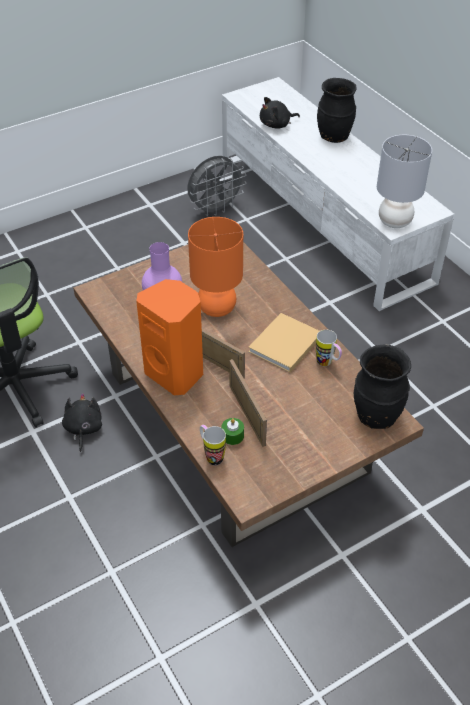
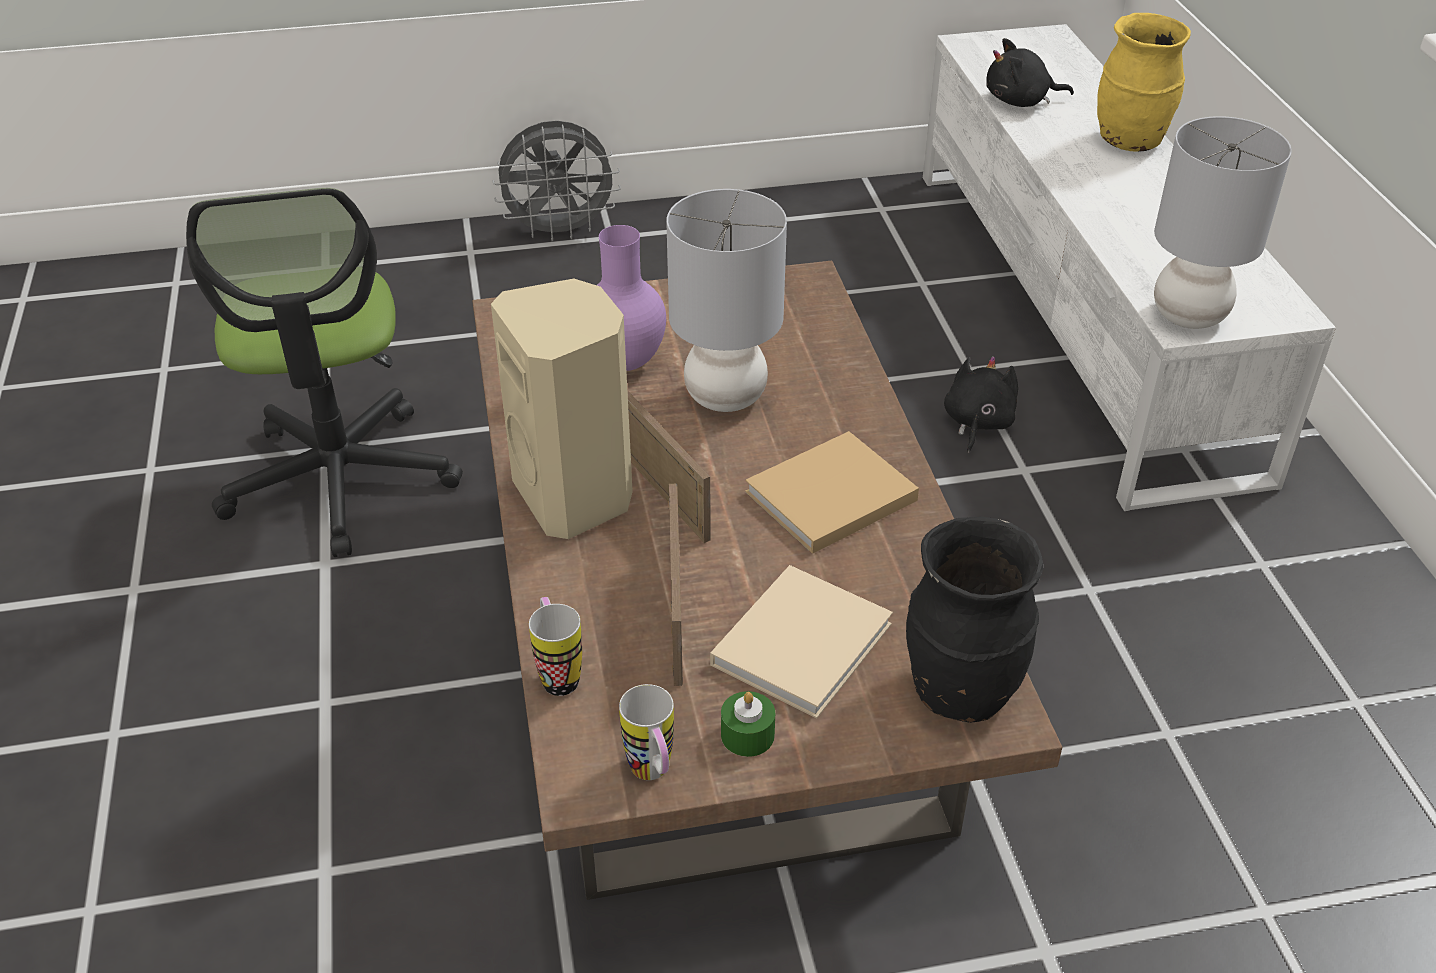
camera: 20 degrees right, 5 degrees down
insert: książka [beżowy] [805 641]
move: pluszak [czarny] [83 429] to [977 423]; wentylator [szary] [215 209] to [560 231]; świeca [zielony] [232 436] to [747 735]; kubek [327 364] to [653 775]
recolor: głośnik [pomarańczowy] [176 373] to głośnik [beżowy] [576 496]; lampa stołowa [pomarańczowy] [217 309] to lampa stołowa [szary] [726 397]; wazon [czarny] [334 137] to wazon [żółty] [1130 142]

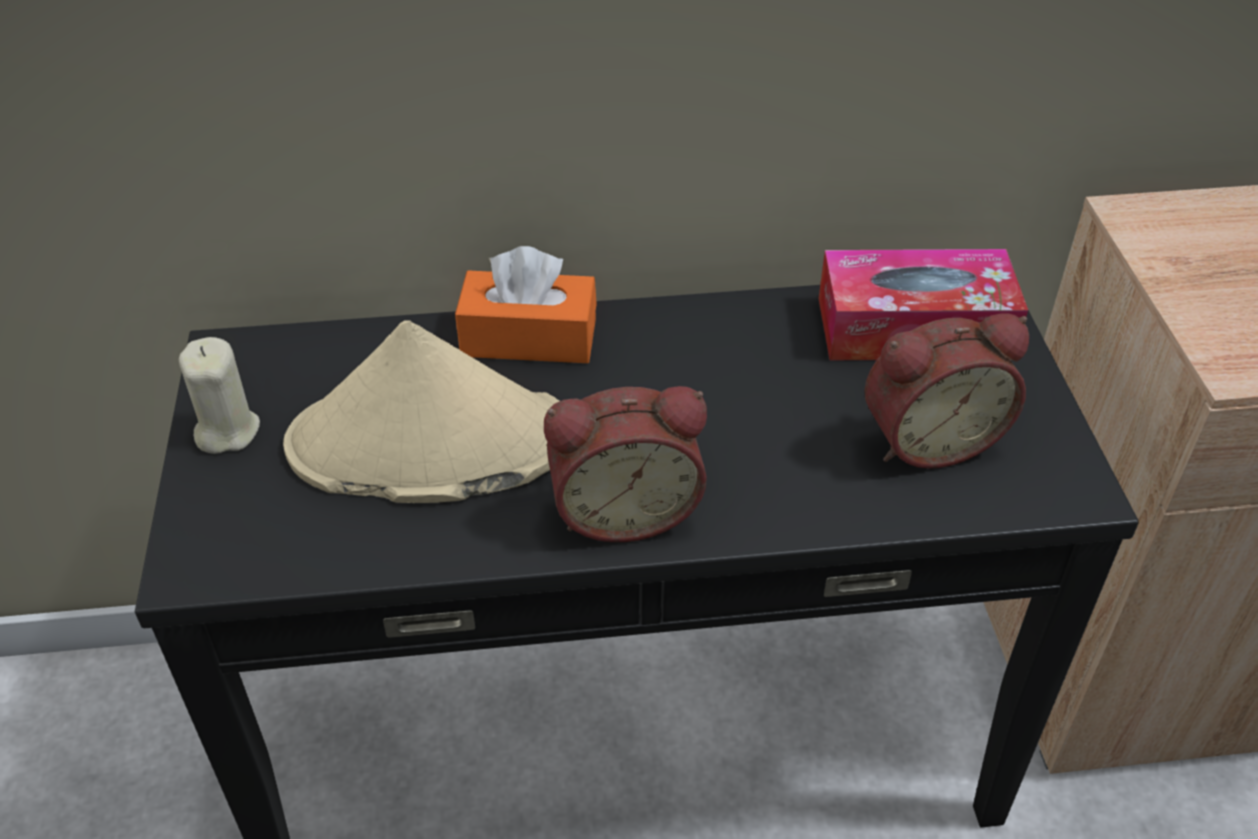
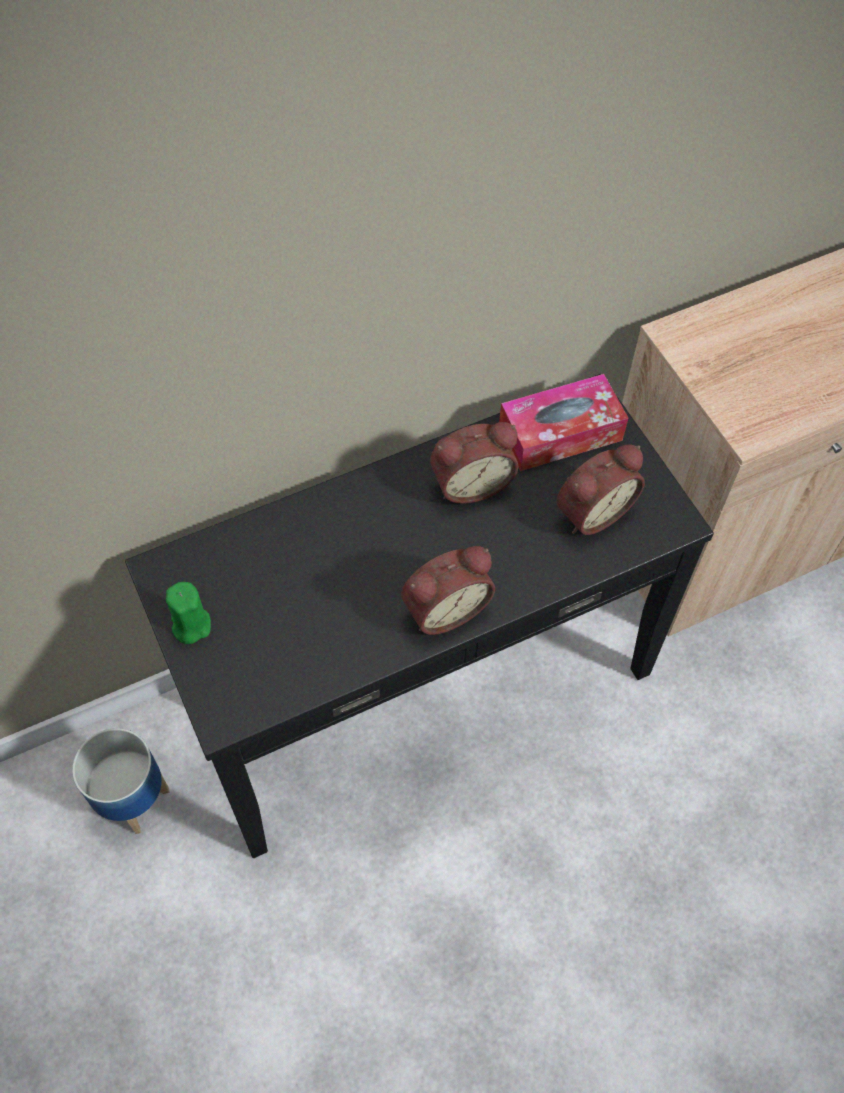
camera: 20 degrees left, 15 degrees up
delete: kapelusz [beżowy] [430 443]; pudełko chusteczek [pomarańczowy] [529 338]
insert: donica [132 798]; budzik [470 482]
recolor: świeca [beżowy] [227 431] to świeca [zielony] [191 625]

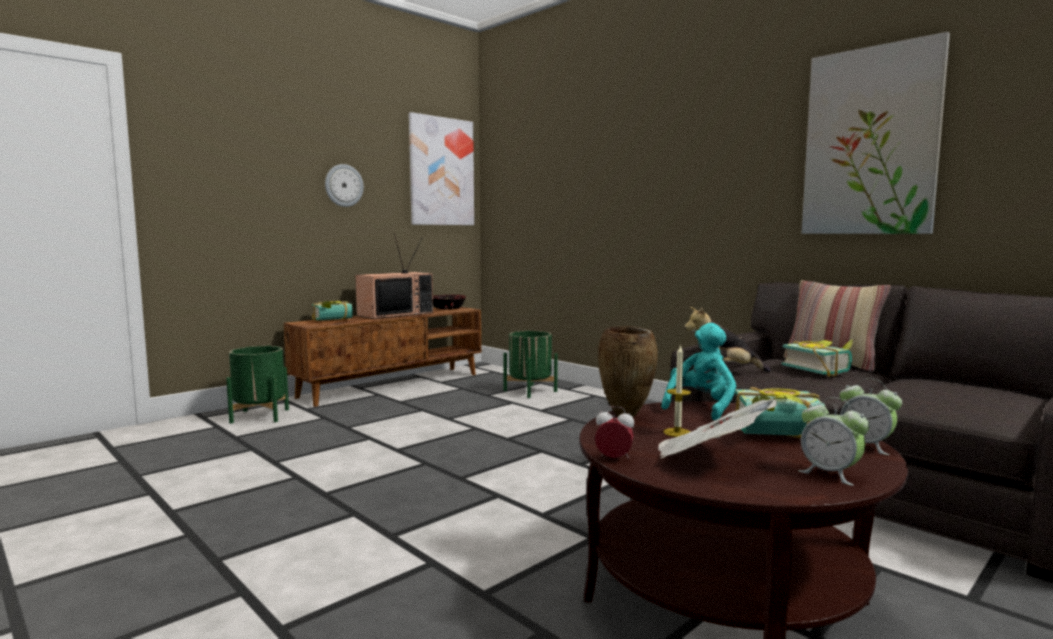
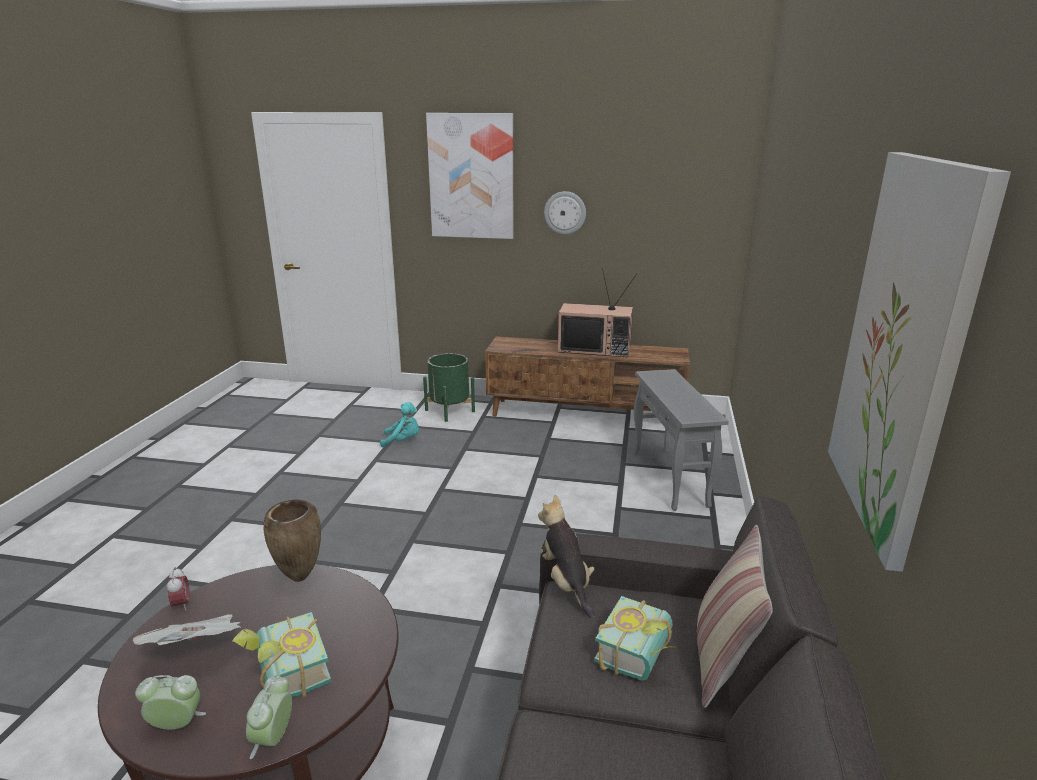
camera: 55 degrees right, 15 degrees up
delete: książka [333 320]; miska [448 308]; świeca [677 432]
move: obraz [441 171] to [471 177]; pluszak [turkusowy] [701 407] to [403 441]
replace: donica [zielony] [530 391] to stolik [szary] [669 478]
rotate: budzik [830 474] = [177 725] 75 degrees clockwise

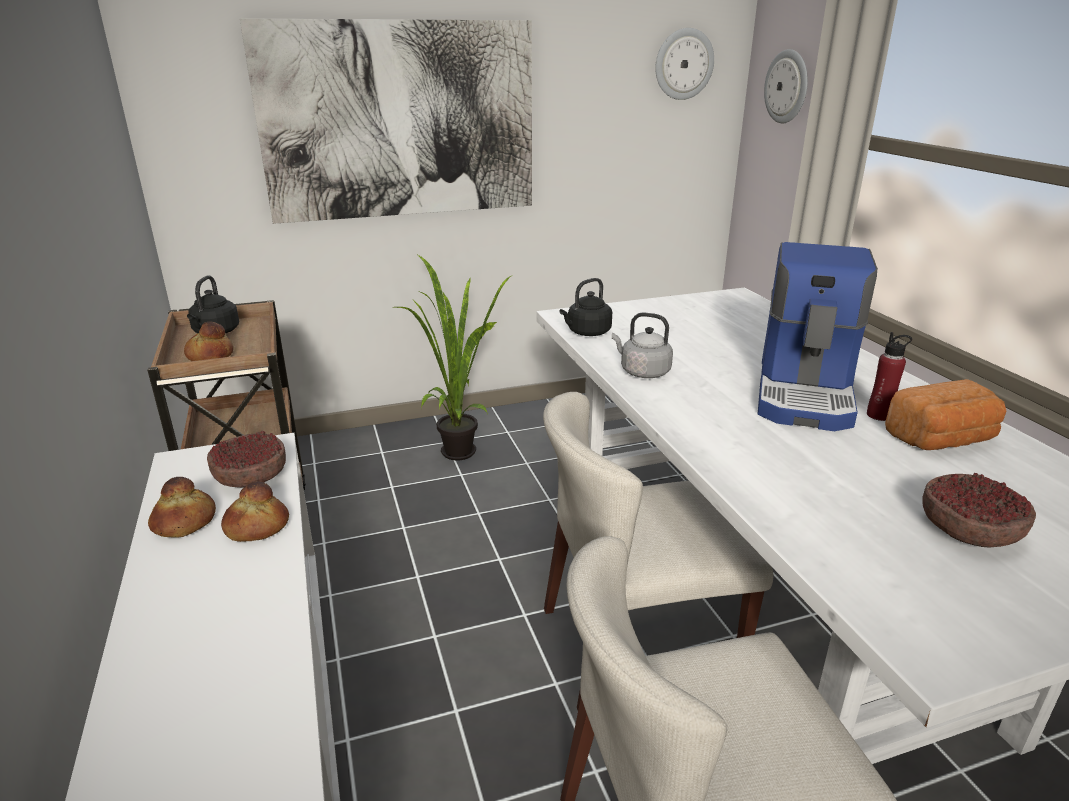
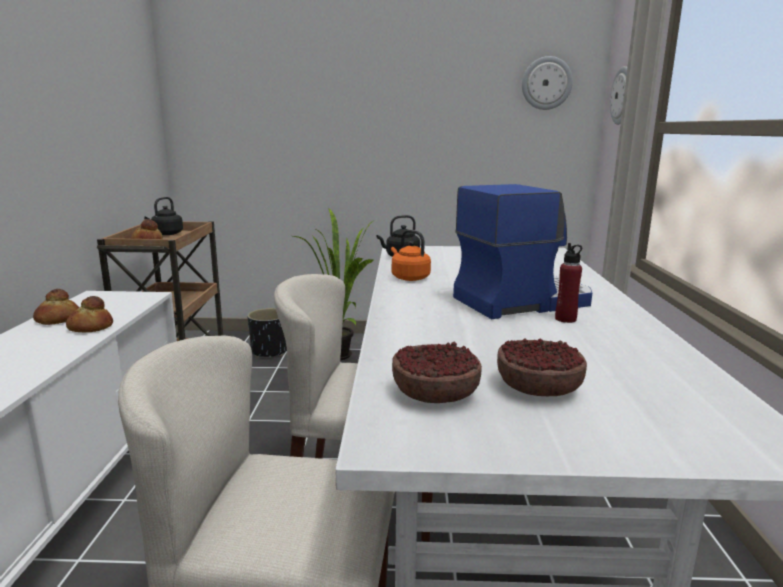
camera: 20 degrees right, 10 degrees down
delete: obraz [400 121]; chleb [942 440]
insert: donica [czarny] [270 351]
move: miska [251 476] to [436 393]
recolor: czajnik [szary] [642 372] to czajnik [pomarańczowy] [409 278]
rotate: ekspres do kawy [806 393] = [521 301] 150 degrees counterclockwise

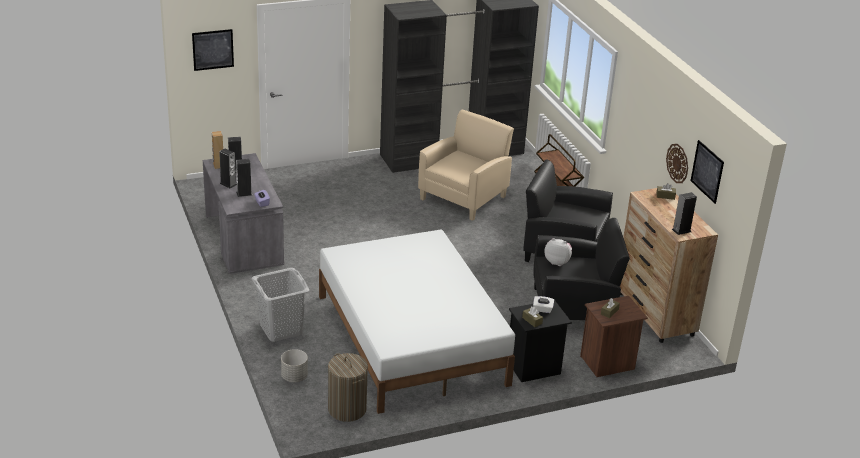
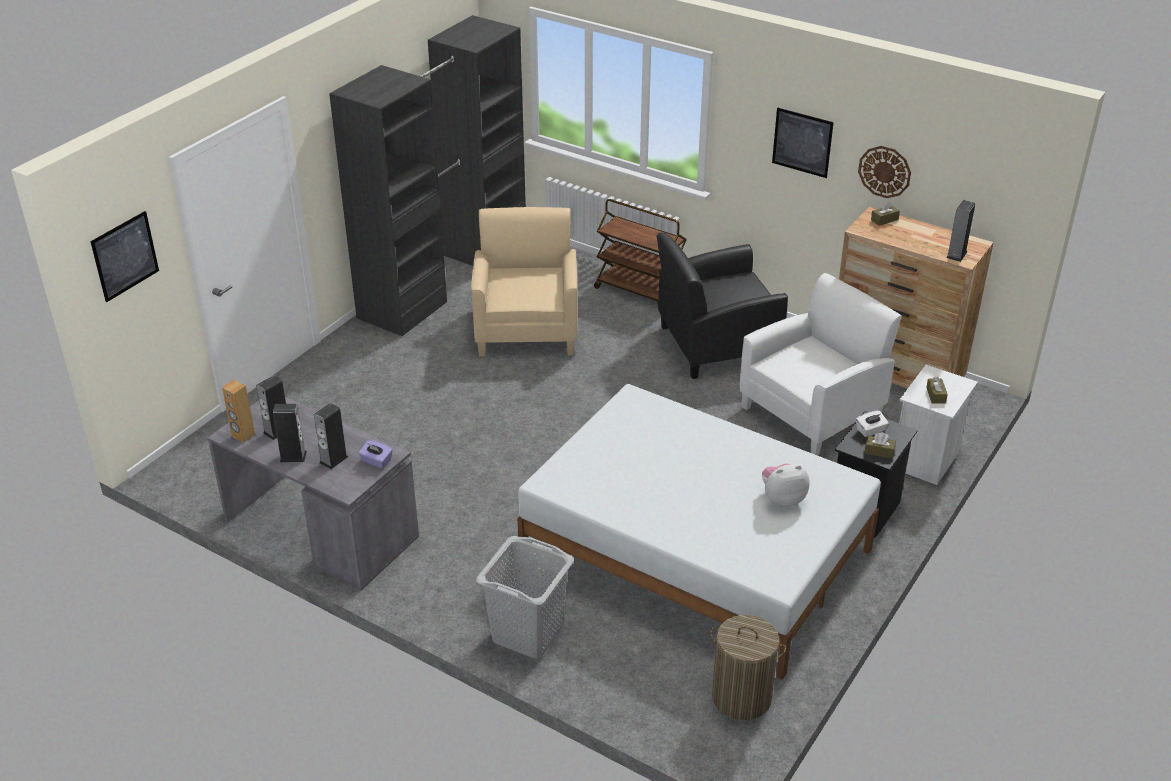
camera: 35 degrees left, 5 degrees up
delete: donica [szary] [294 377]
move: pluszak [557 262] to [782 499]; obraz [707 171] to [802 142]
recolor: fotel [czarny] [573 308] to fotel [biały] [812 412]; szafka nocna [brązowy] [608 363] to szafka nocna [biały] [926 461]

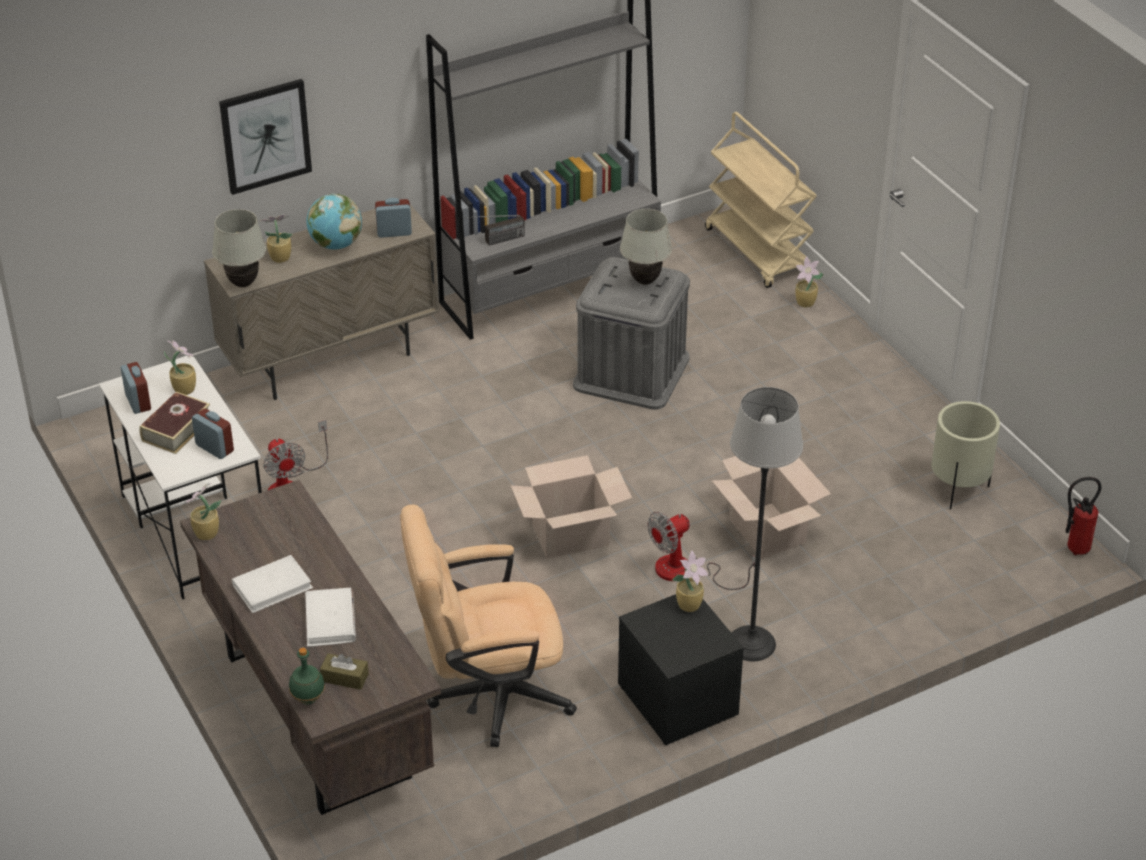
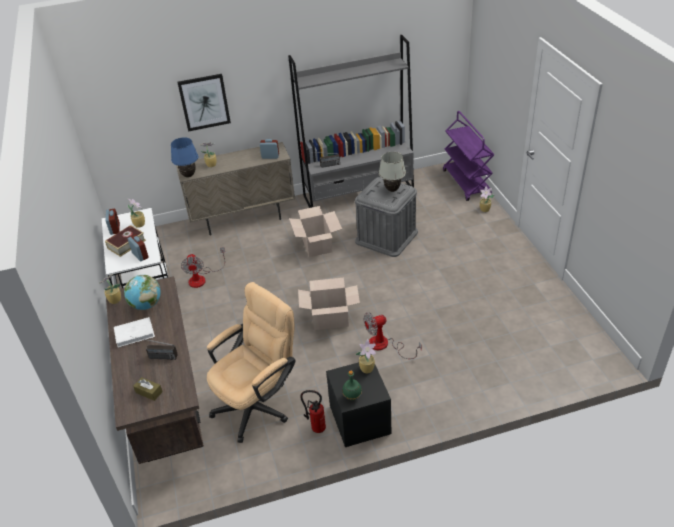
camera: 15 degrees right, 0 degrees up
delete: lampa stojąca [751 643]; donica [beżowy] [958 489]
move: butelka [zielony] [308 698] to [352 397]; globus [335 244] to [146 305]; karton [766 531] to [316 245]; gaśnica [1073 549] to [316 428]
replace: książka [biały] [330 620] to radio [156 357]
recolor: lampa stołowa [biały] [243 283] to lampa stołowa [niebieski] [188 175]; wózek [beżowy] [758 252] to wózek [fioletowy] [466 183]
rotate: krzesło biurowe [beżowy] [487 695] = [258 403] 135 degrees clockwise

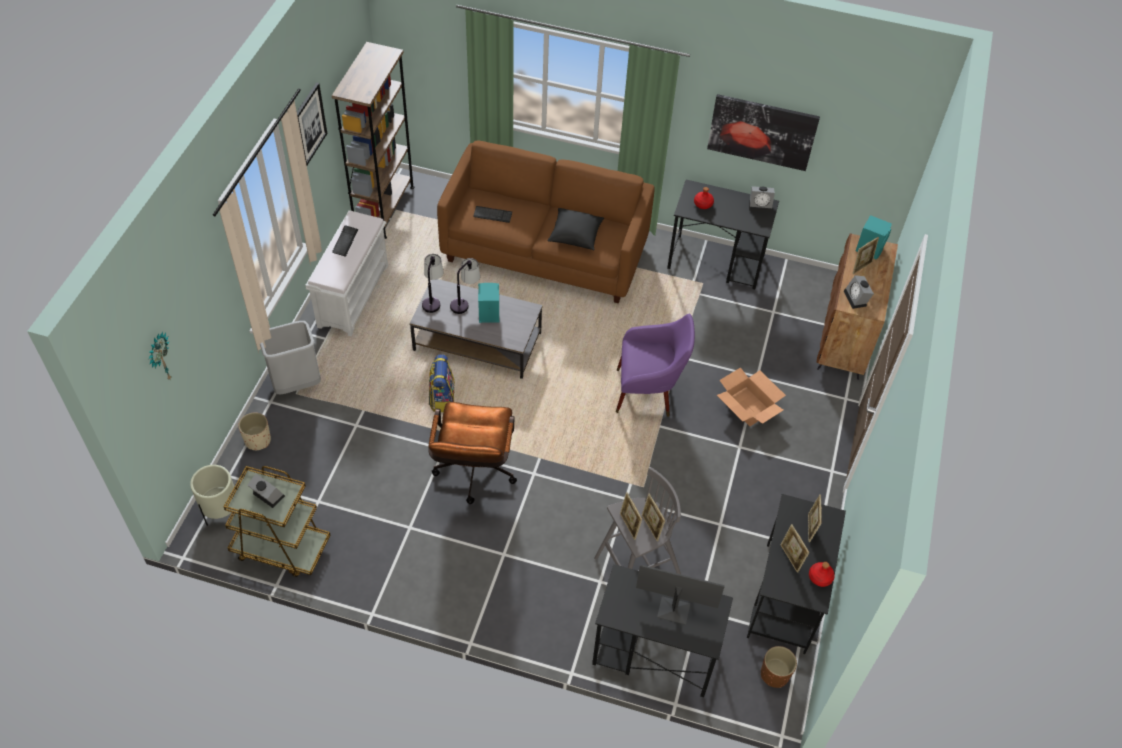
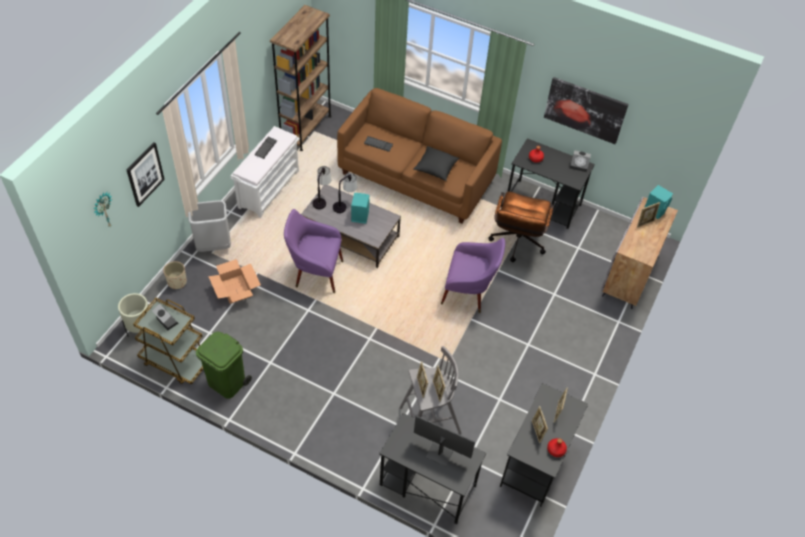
camera: 10 degrees right, 0 degrees up
delete: donica [brązowy] [774 674]; budzik [856 299]
insert: kosz na śmieci [zielony] [227 383]
move: obraz [309 124] to [145 174]; krzesło biurowe [brązowy] [474 474] to [516 244]; karton [748 406] to [236 289]
replace: plecak [442 398] to fotel [fioletowy] [315 273]
recolor: szafka [brązowy] [845 337] to szafka [szary] [629 275]

